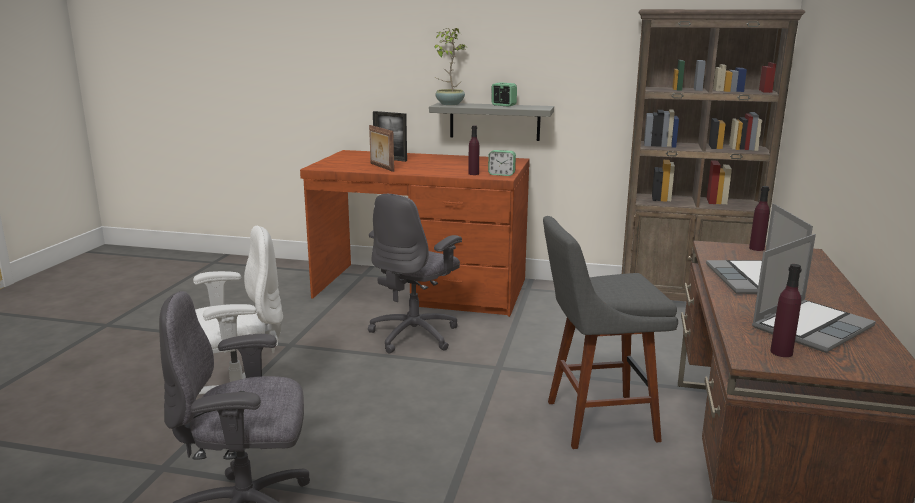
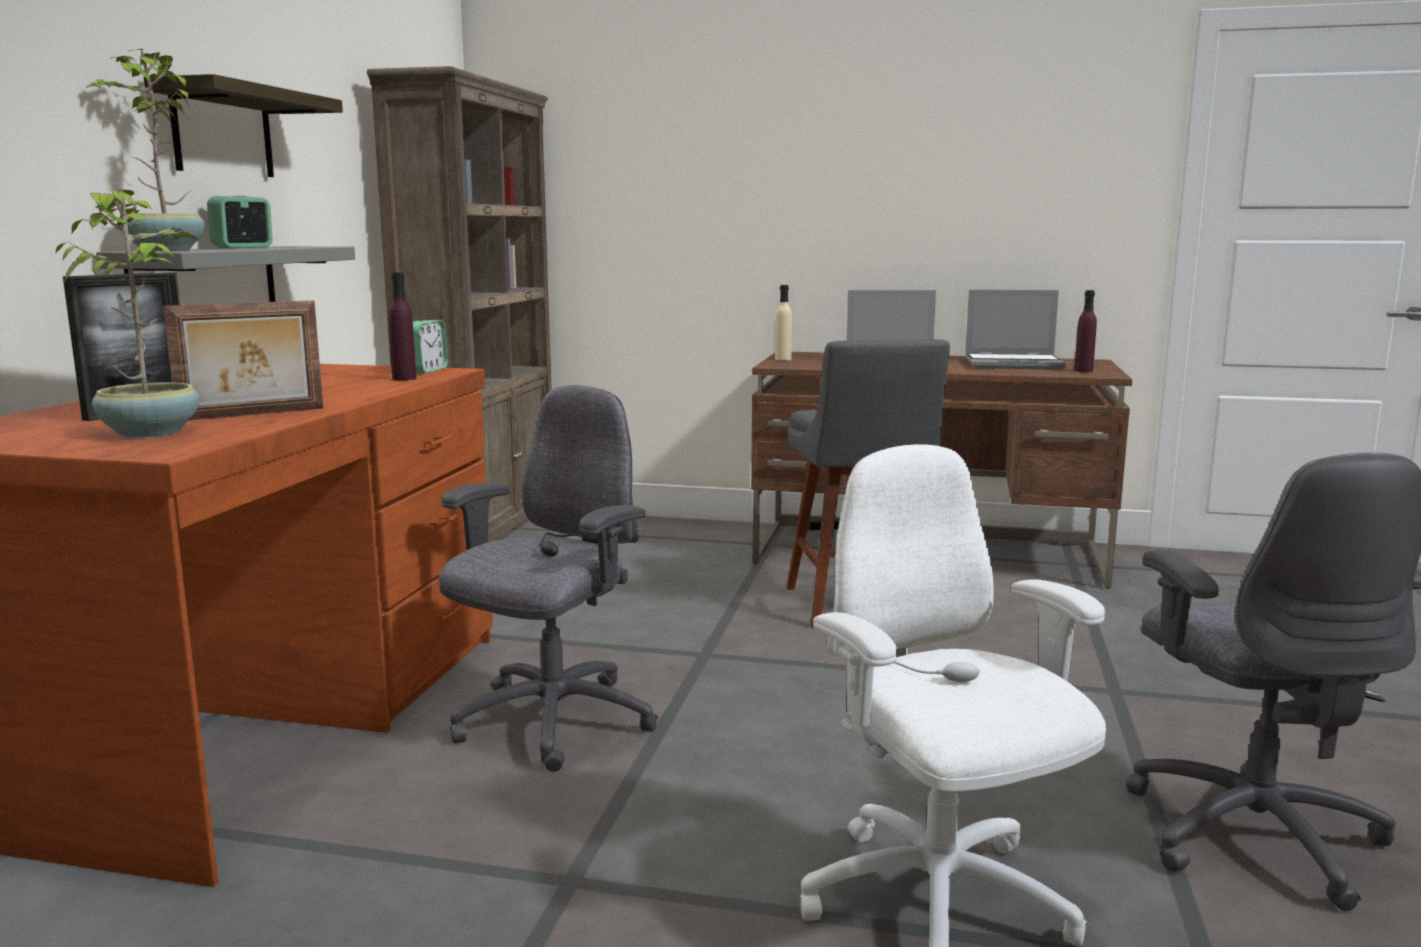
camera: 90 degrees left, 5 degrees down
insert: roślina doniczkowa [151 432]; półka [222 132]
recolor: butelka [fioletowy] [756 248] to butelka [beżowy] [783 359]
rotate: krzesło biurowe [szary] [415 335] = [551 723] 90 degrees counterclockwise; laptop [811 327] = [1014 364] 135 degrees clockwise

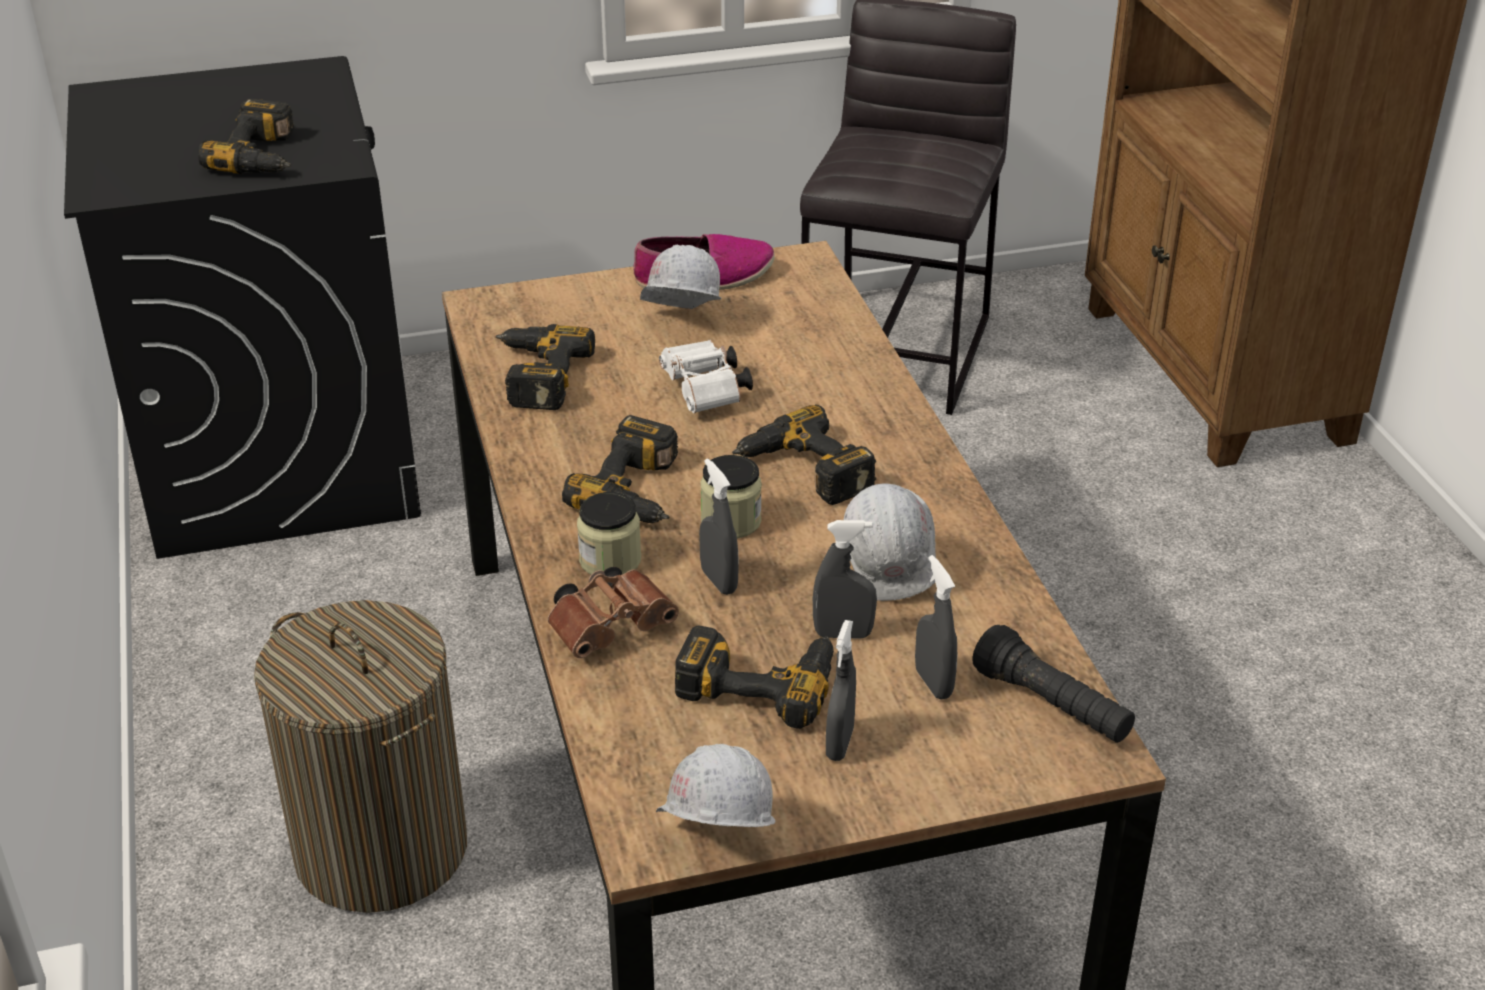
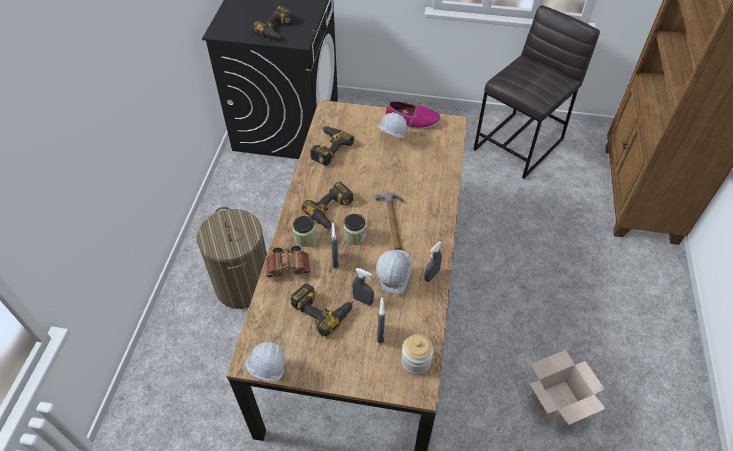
camera: 25 degrees right, 15 degrees up
delete: lornetka [biały] [706 393]
insert: karton [557 401]
move: spryskiwacz [szary] [839 744] to [431 275]
replace: wiertarka [802 471] to młotek [393 222]; latarka [czarny] [1052 706] to słoik [416 361]

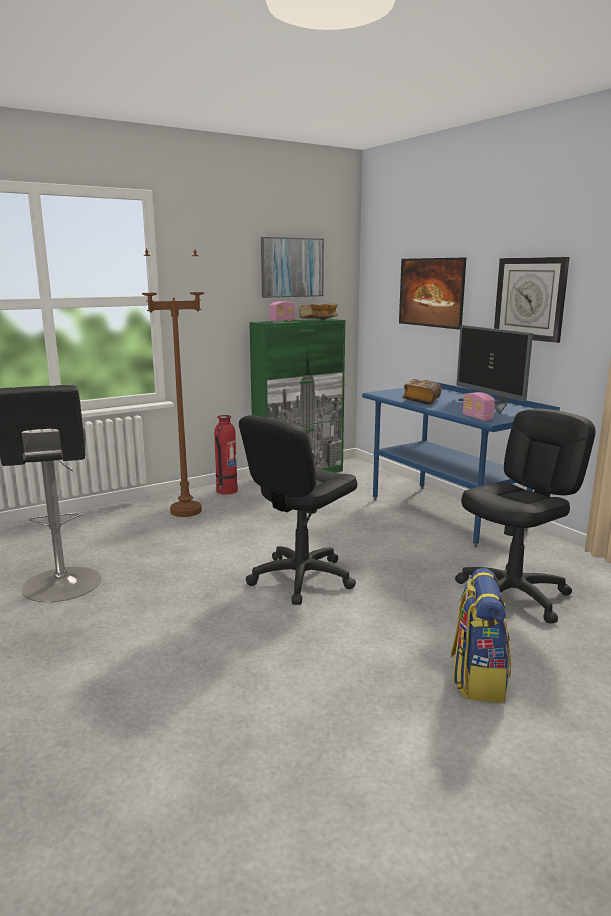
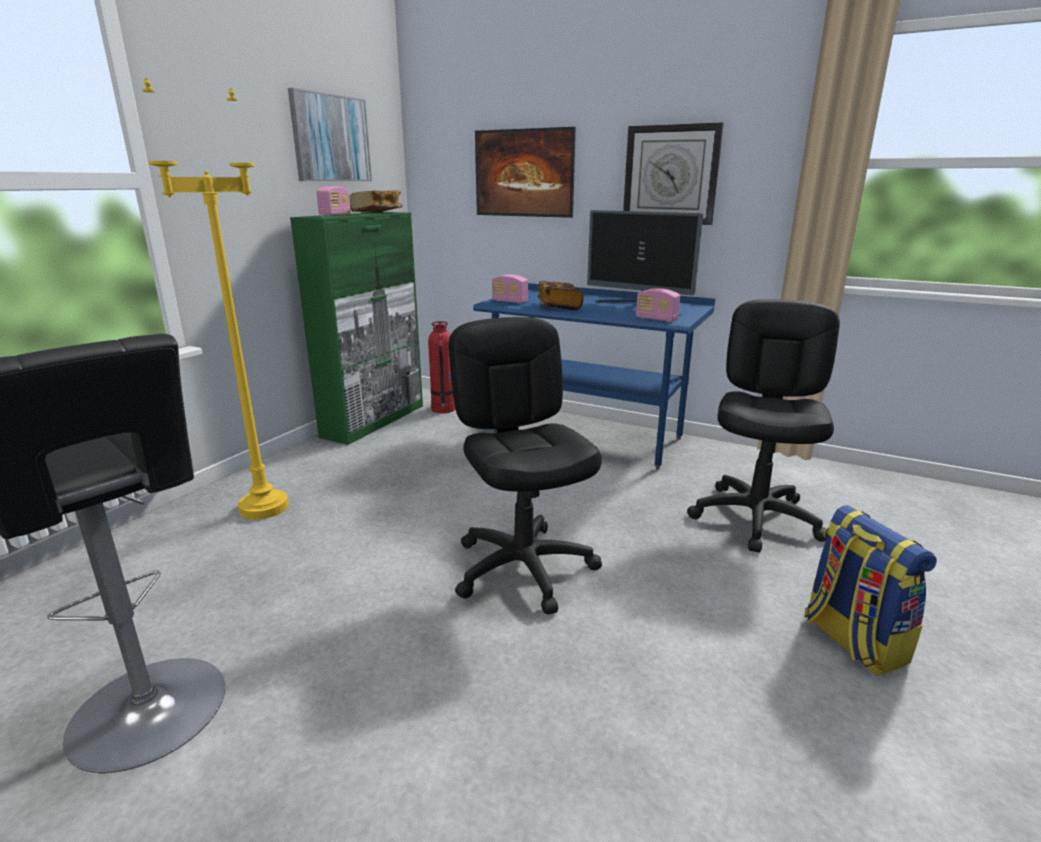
camera: 30 degrees left, 5 degrees up
insert: radio [509 301]
move: gaśnica [226 491] to [443 409]
recolor: lampa stojąca [brązowy] [185 511] to lampa stojąca [żółty] [264 507]
rotate: krzesło biurowe [czarny] [301 578] = [524 568] 150 degrees clockwise

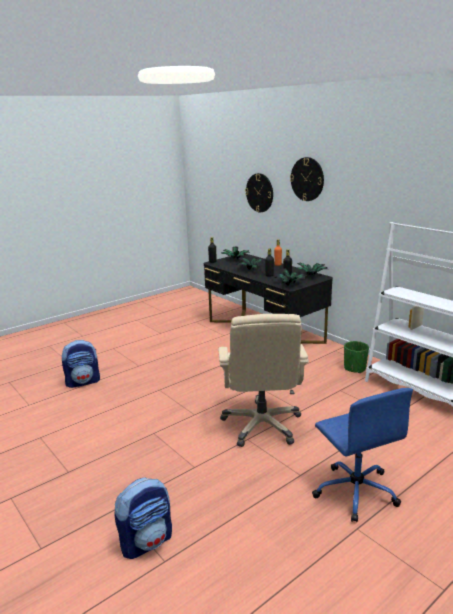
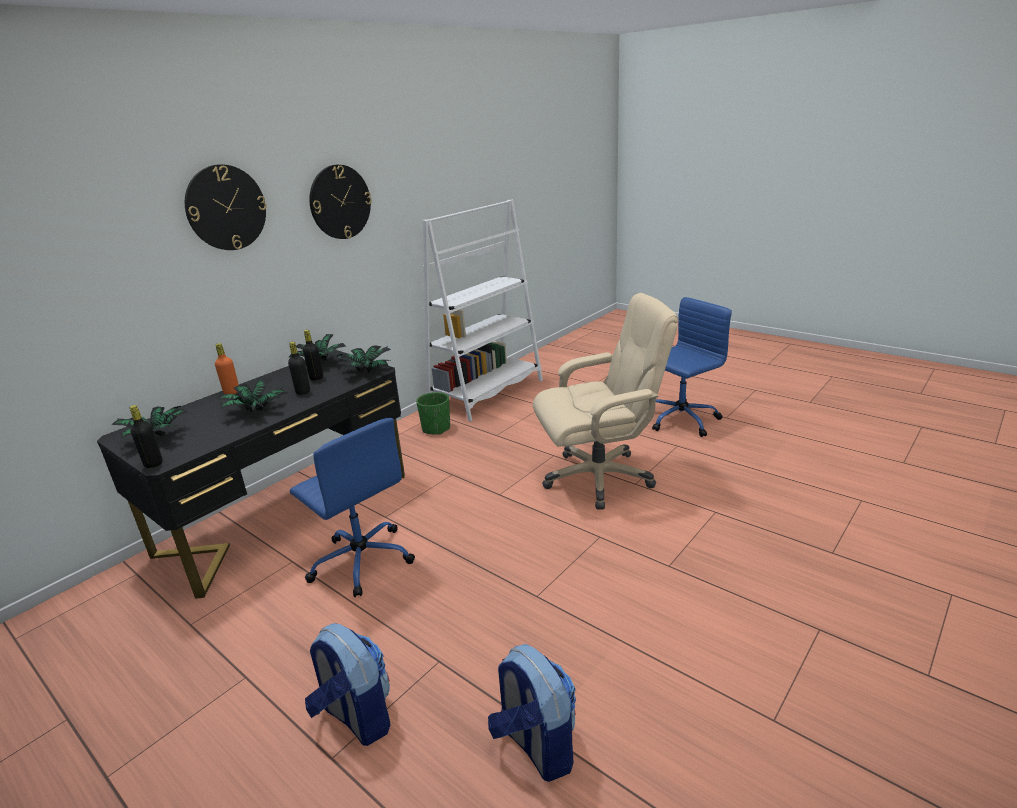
camera: 100 degrees left, 5 degrees up
insert: krzesło biurowe [niebieski] [361 560]
move: plecak [147 541] to [356 717]; zegar ścienny [259 193] to [340 202]

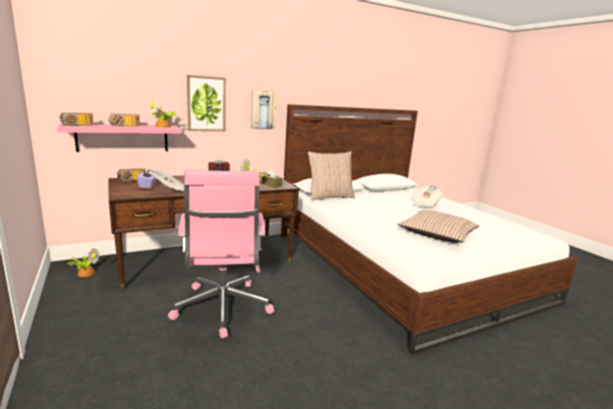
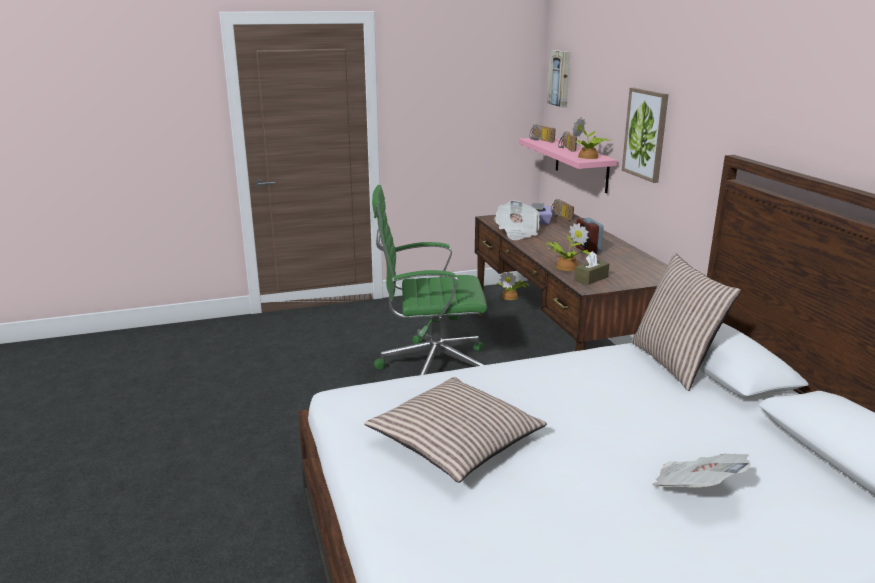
camera: 100 degrees right, 5 degrees up
move: obraz [263 110] to [560 78]
recolor: krzesło biurowe [różowy] [222 309] to krzesło biurowe [zielony] [431 366]

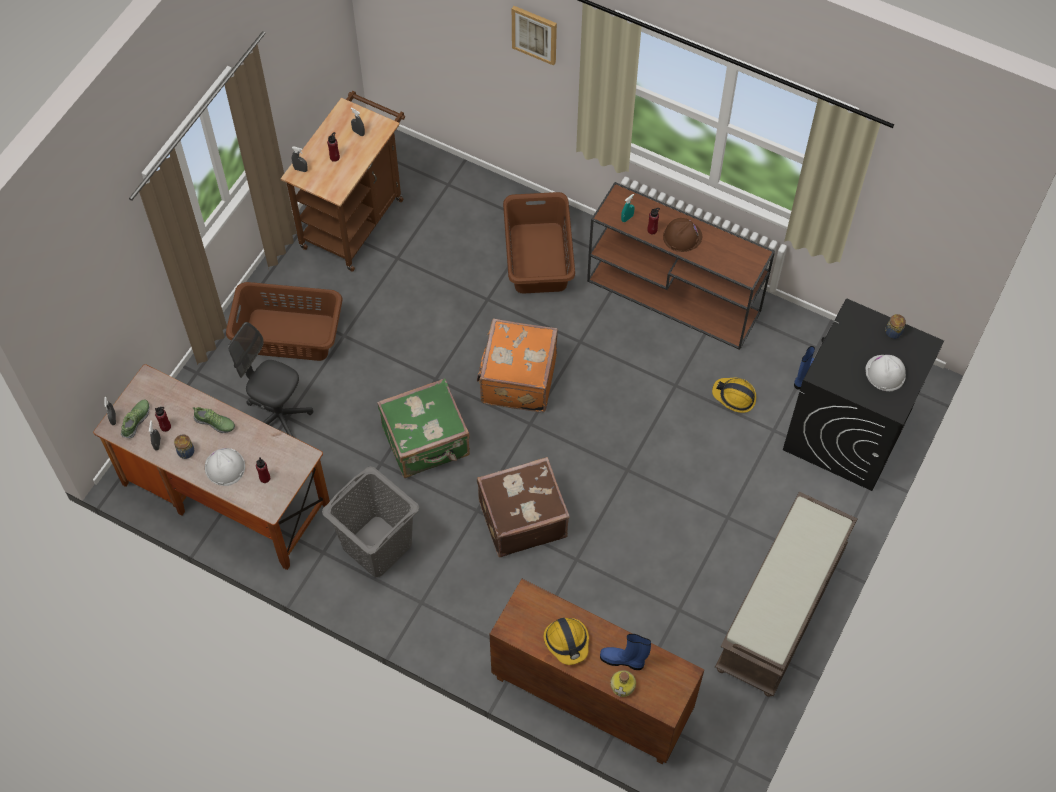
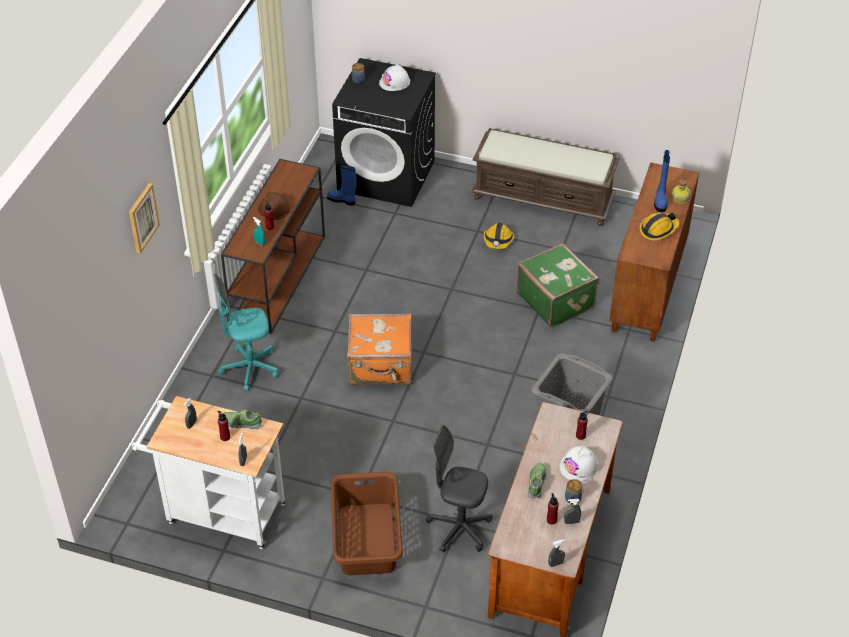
camera: 100 degrees left, 15 degrees down
delete: walizka [brązowy] [521 518]
move: but [136 421] to [242 422]; walizka [zielony] [426 442] to [556 300]; kask [734 397] to [498 240]
replace: kosz na pranie [brązowy] [539 257] to krzesło biurowe [turkusowy] [250 368]
recolor: wózek [brązowy] [355 218] to wózek [biały] [219 512]
rotate: krzesło biurowe [szary] [278 417] = [459 529] 90 degrees clockwise

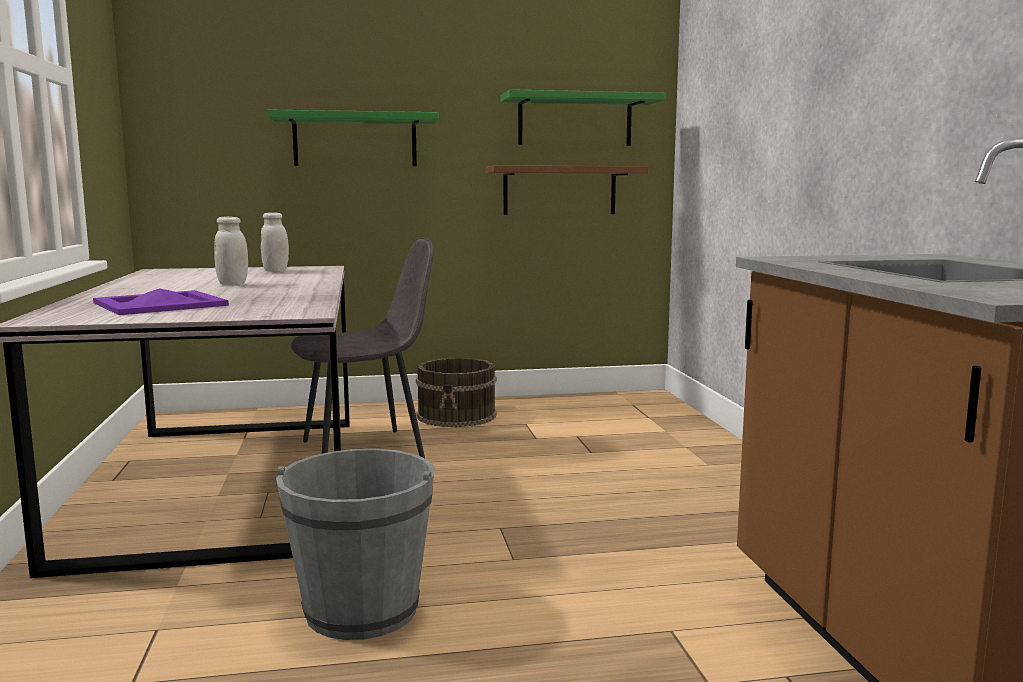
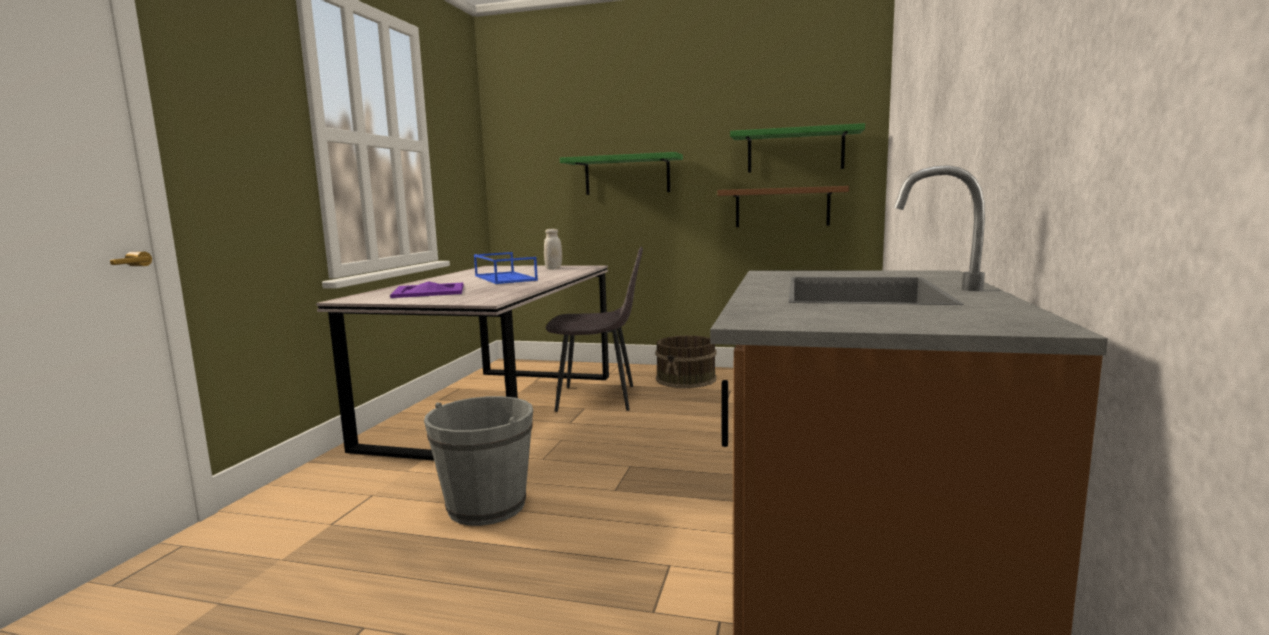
camera: 25 degrees right, 0 degrees up
replace: słoik [biały] [232 284] to taca [niebieski] [504 278]

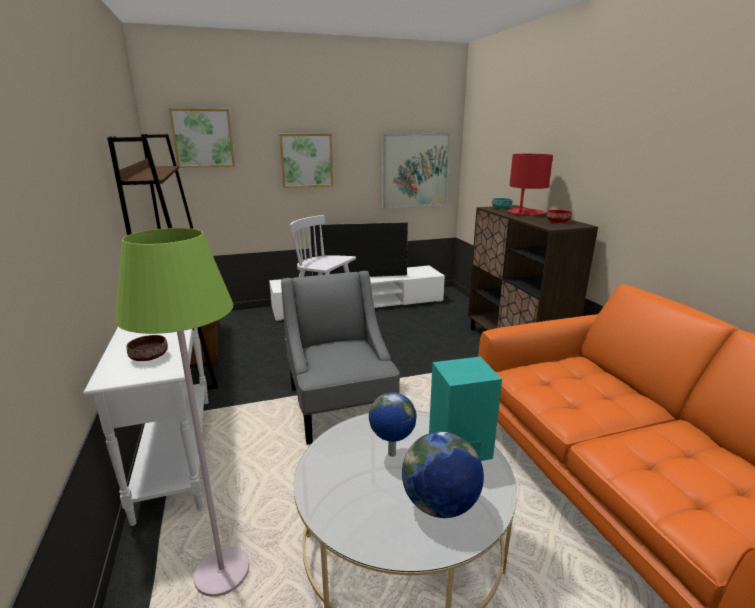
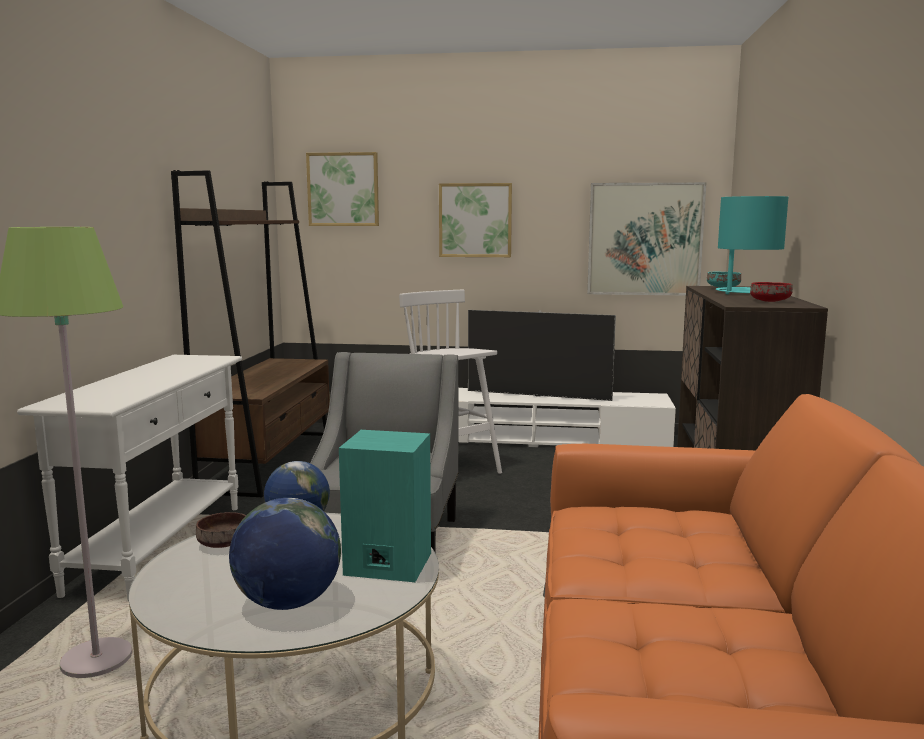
camera: 25 degrees right, 10 degrees down
move: miska [brązowy] [148 357] to [223 543]
recolor: lampa stołowa [czerwony] [525 213] to lampa stołowa [turkusowy] [746 293]

